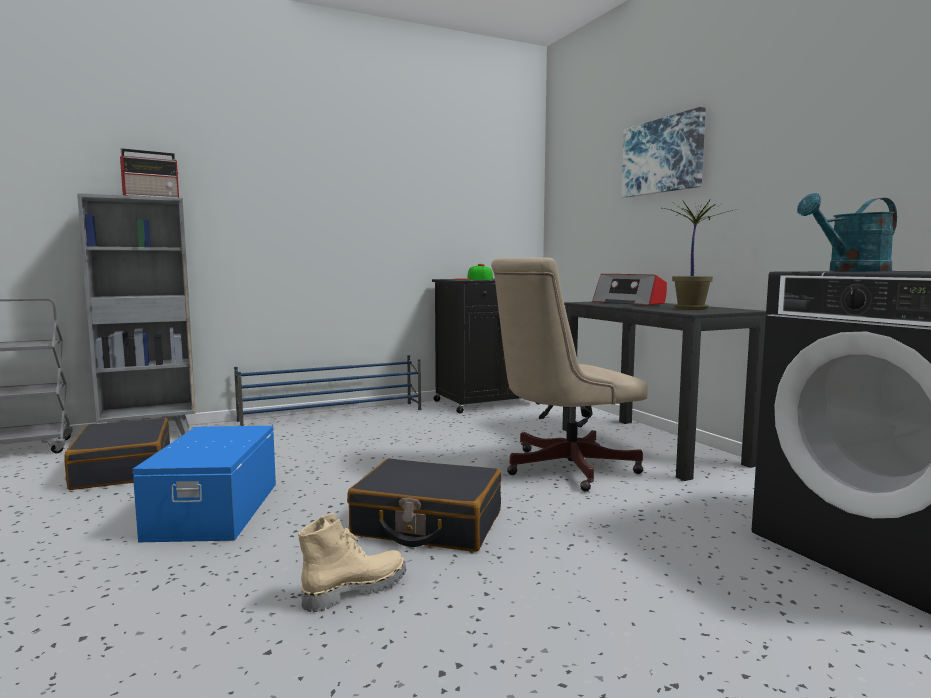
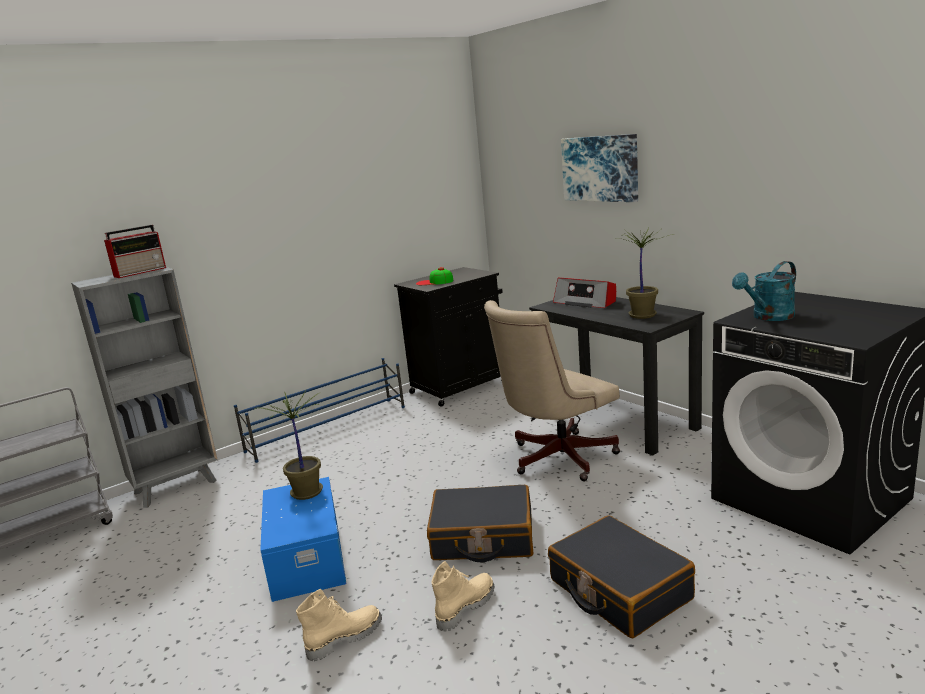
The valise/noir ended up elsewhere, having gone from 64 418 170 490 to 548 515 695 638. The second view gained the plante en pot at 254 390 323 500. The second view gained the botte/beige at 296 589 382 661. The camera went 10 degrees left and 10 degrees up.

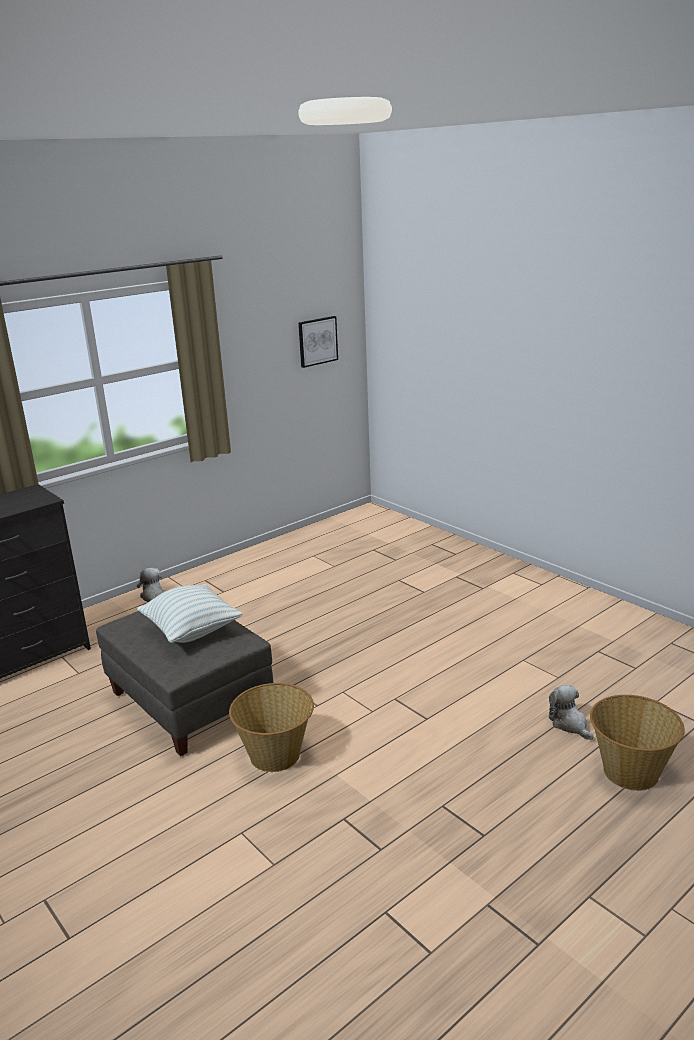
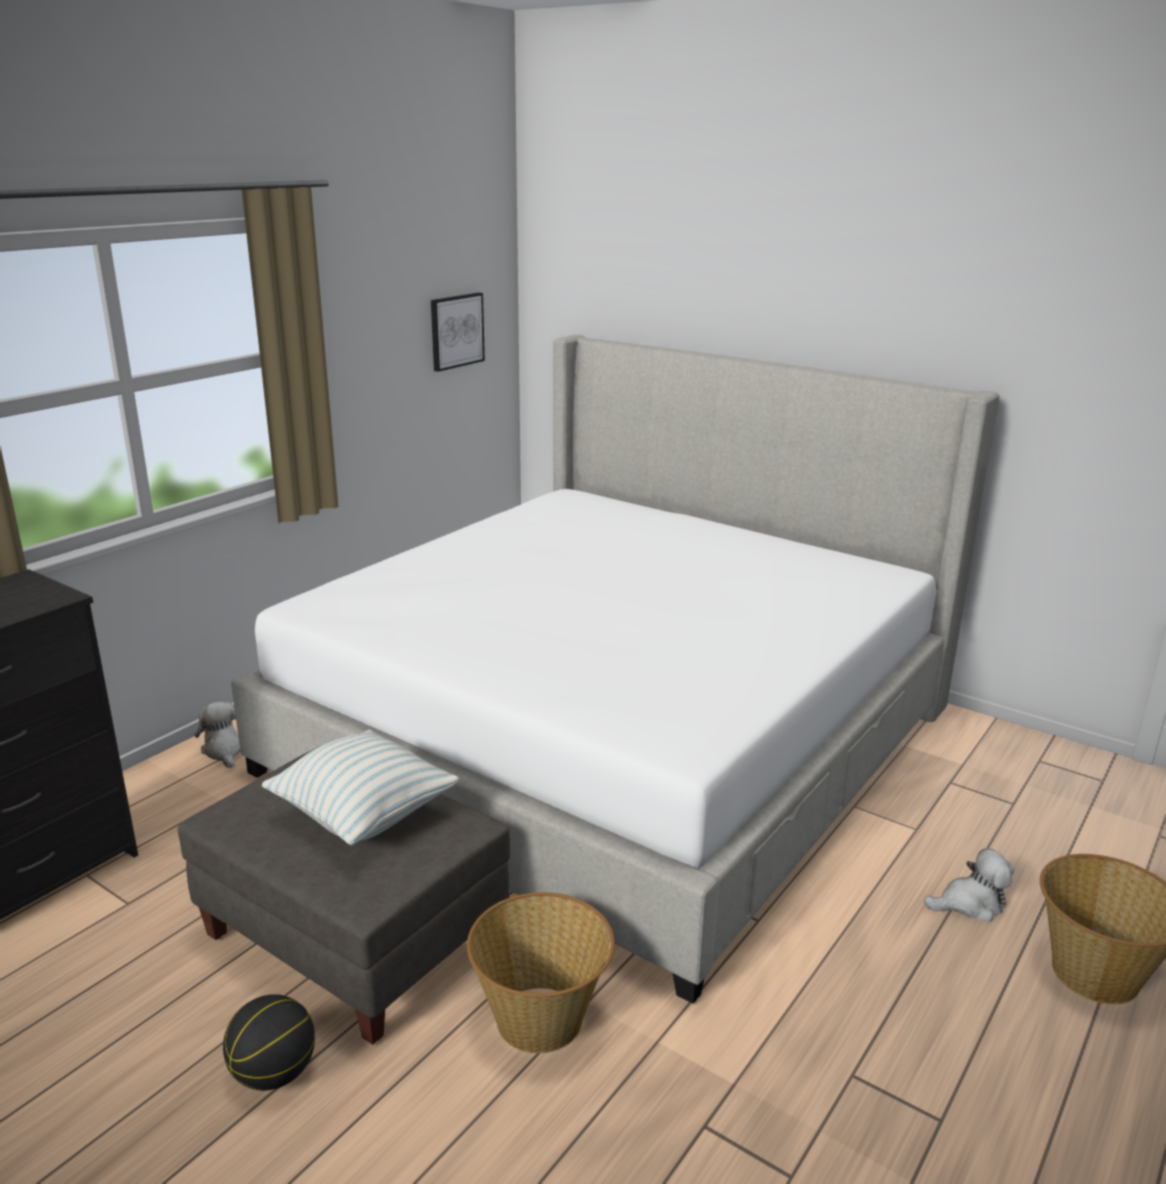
The peluche at 549 685 594 740 ended up facing another way, 120 degrees clockwise from before. The second view gained the ballon de basket at 223 994 315 1091. The second view gained the lit at 231 335 1000 1004. The camera went 15 degrees left and 0 degrees up.

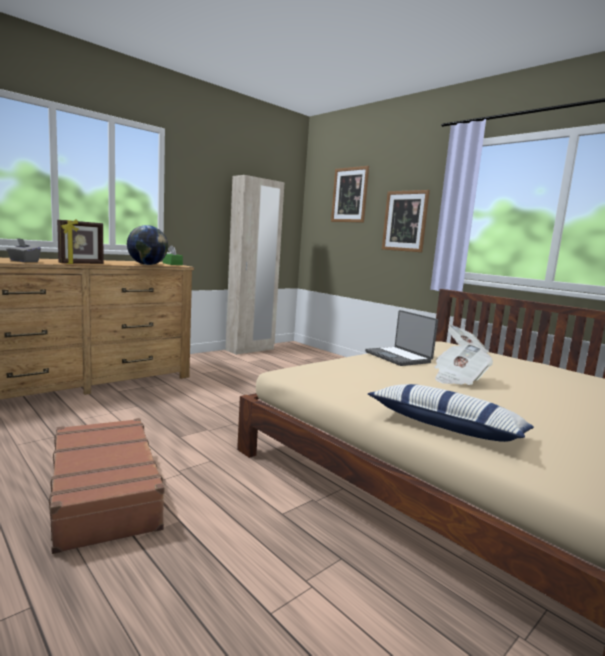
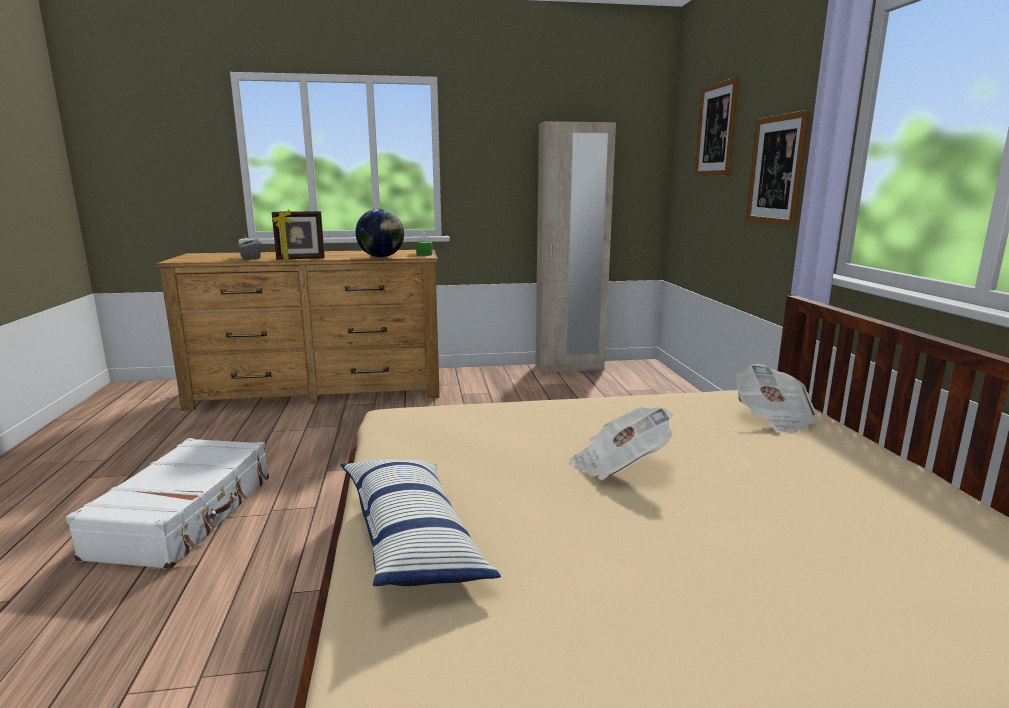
What was the valise/marron at 49 418 169 554 turned into the valise/blanc at 66 438 269 569. The second view lost the ordinateur portable at 365 310 438 366. The camera went 35 degrees right and 5 degrees up.

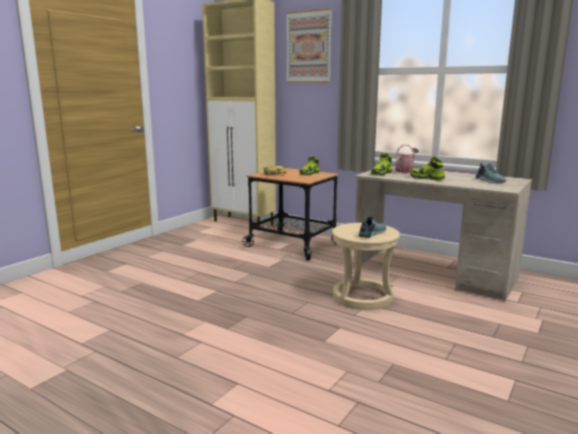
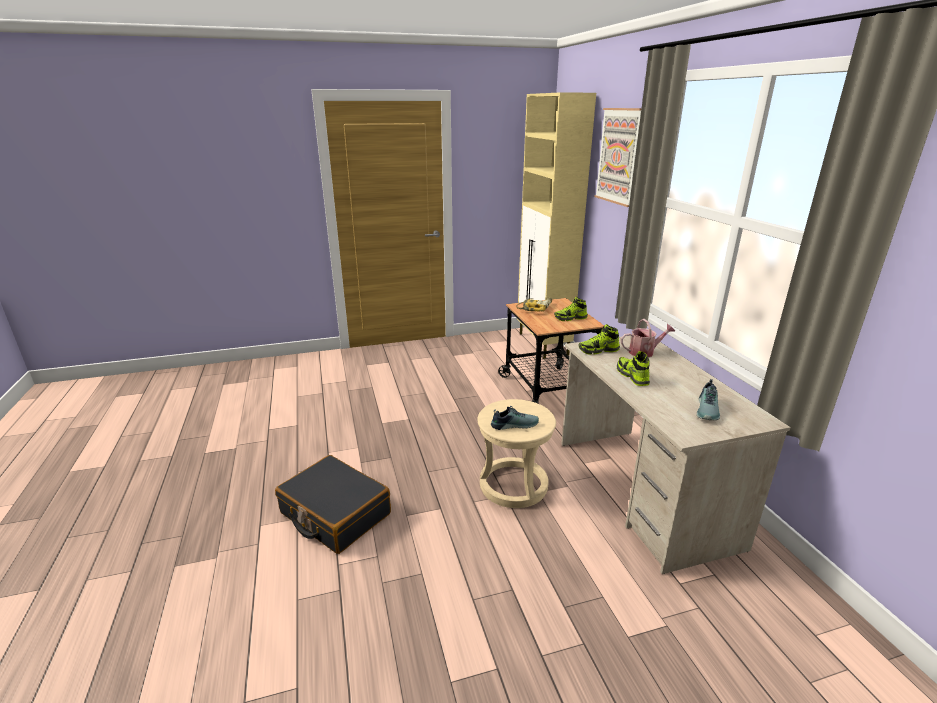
The second view gained the valise/noir at 275 455 391 554. The camera went 40 degrees right and 10 degrees up.

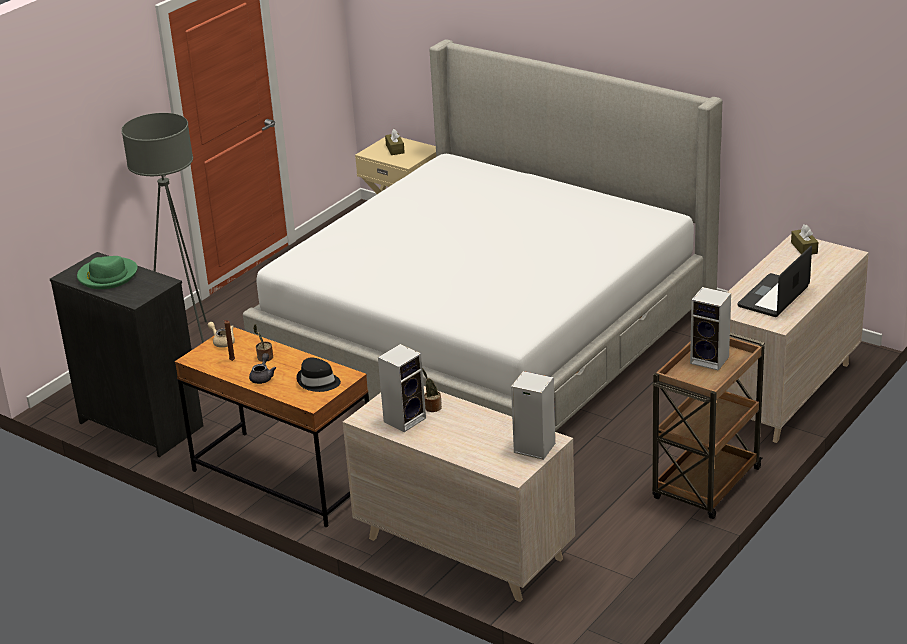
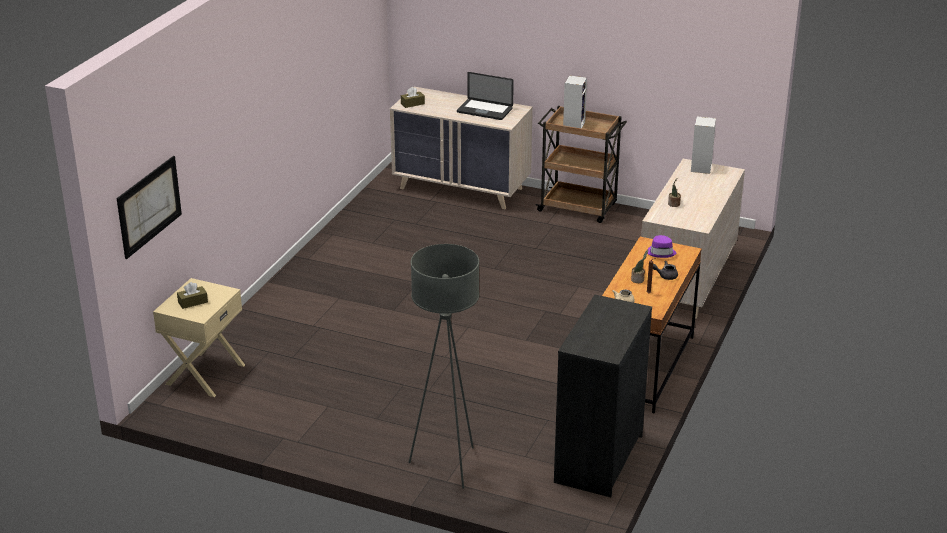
The second view lost the chapeau/vert at 77 256 137 289. The second view lost the lit at 243 39 722 431. What was the chapeau/noir at 296 357 341 392 turned into the chapeau/violet at 647 235 676 258. The second view lost the enceinte at 378 344 426 432. The second view gained the tableau at 117 156 182 259. The camera went 105 degrees left and 0 degrees up.

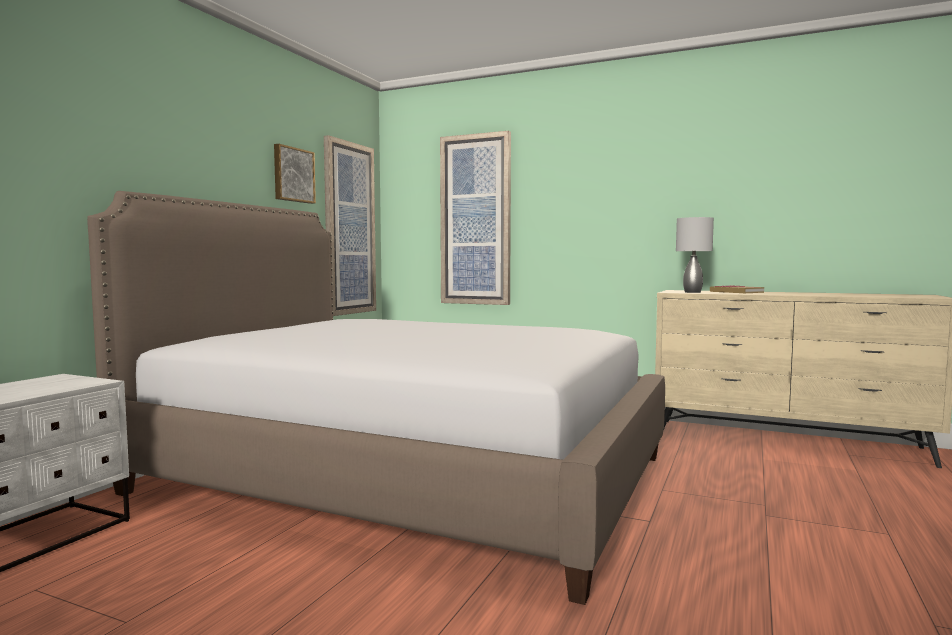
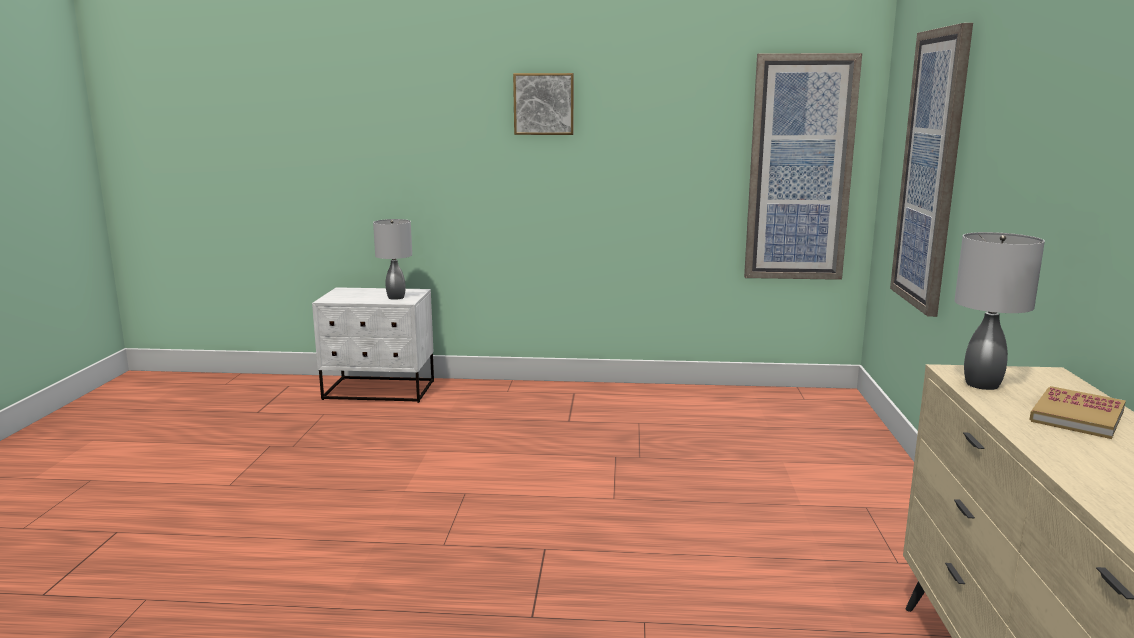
The second view lost the lit at 87 191 665 605. The tableau ended up elsewhere, having gone from 274 144 316 204 to 513 73 574 135. The second view gained the lampe de table/gris at 373 219 412 300. The camera went 70 degrees right and 10 degrees up.

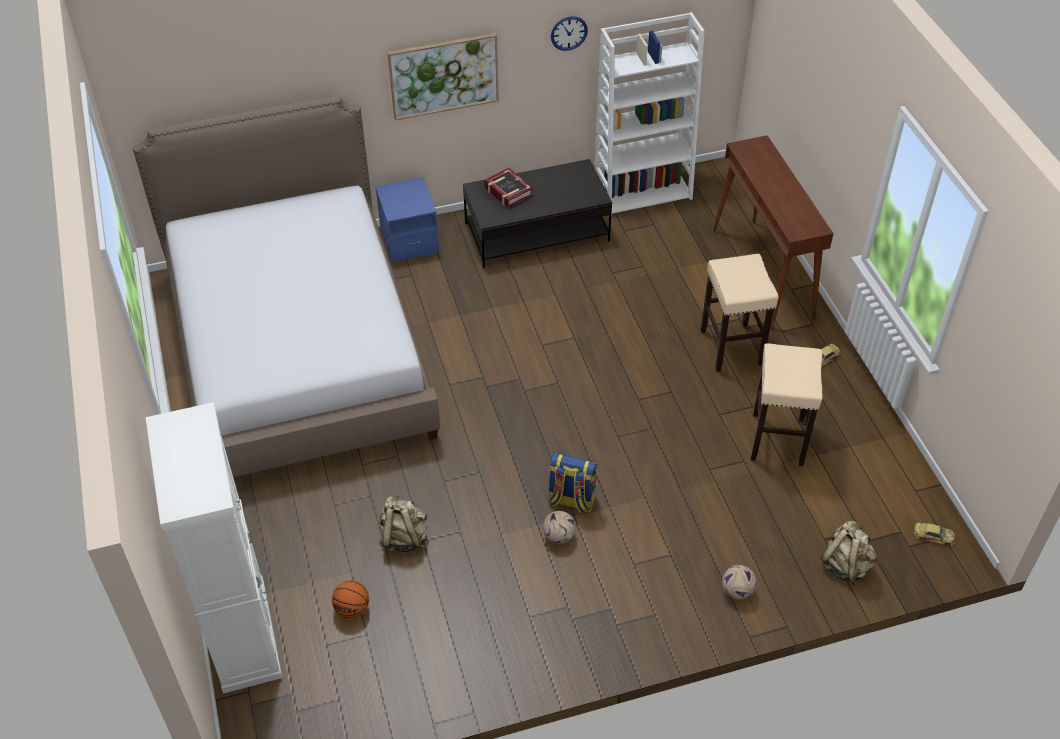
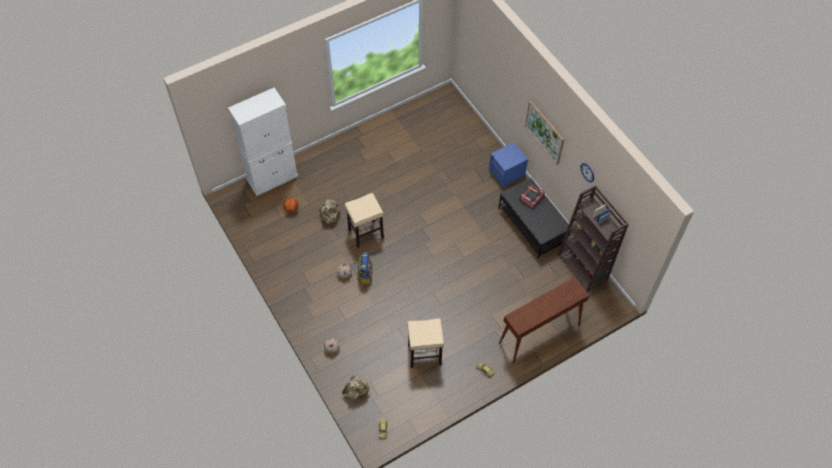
The second view lost the lit at 133 95 440 477. What was the bibliothèque/blanc at 595 12 705 216 turned into the bibliothèque/marron at 558 185 629 292. The tabouret/beige ended up elsewhere, having gone from 701 254 779 372 to 345 193 384 248. The camera went 75 degrees right and 10 degrees up.

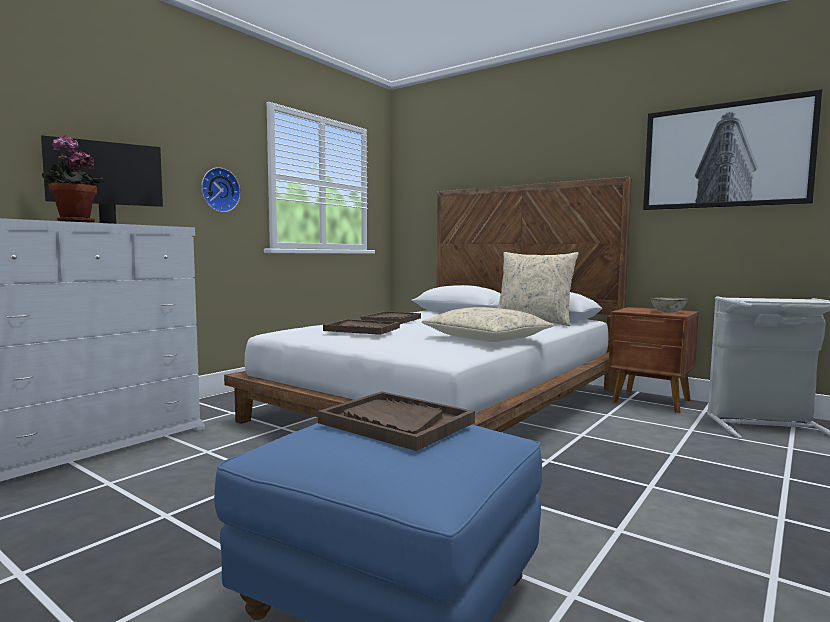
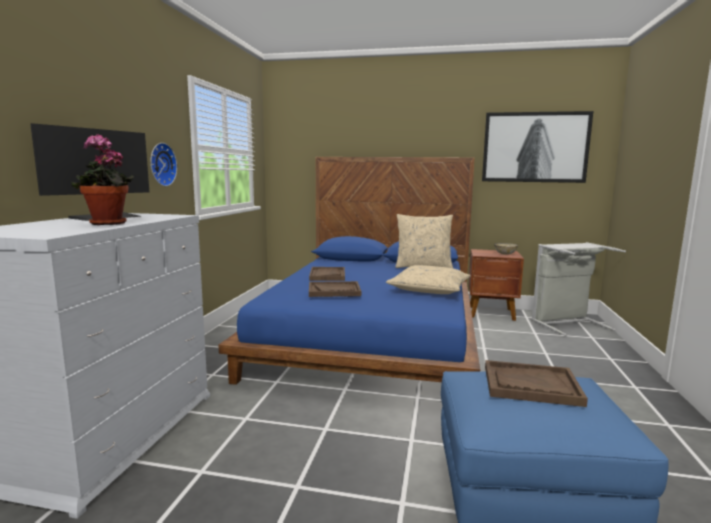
What was the lit/blanc at 224 177 631 432 turned into the lit/bleu at 218 157 480 385. The camera went 25 degrees left and 5 degrees up.

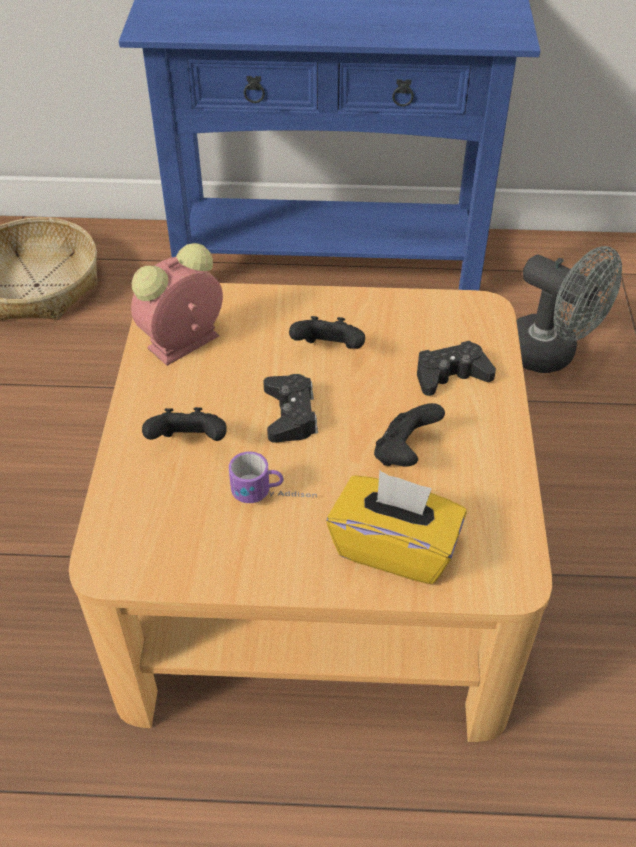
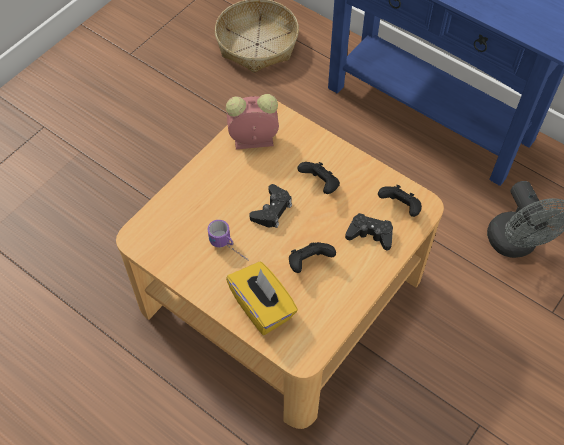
The manette/noir ended up elsewhere, having gone from 142 407 227 441 to 378 185 422 217. The camera went 35 degrees right and 10 degrees up.

